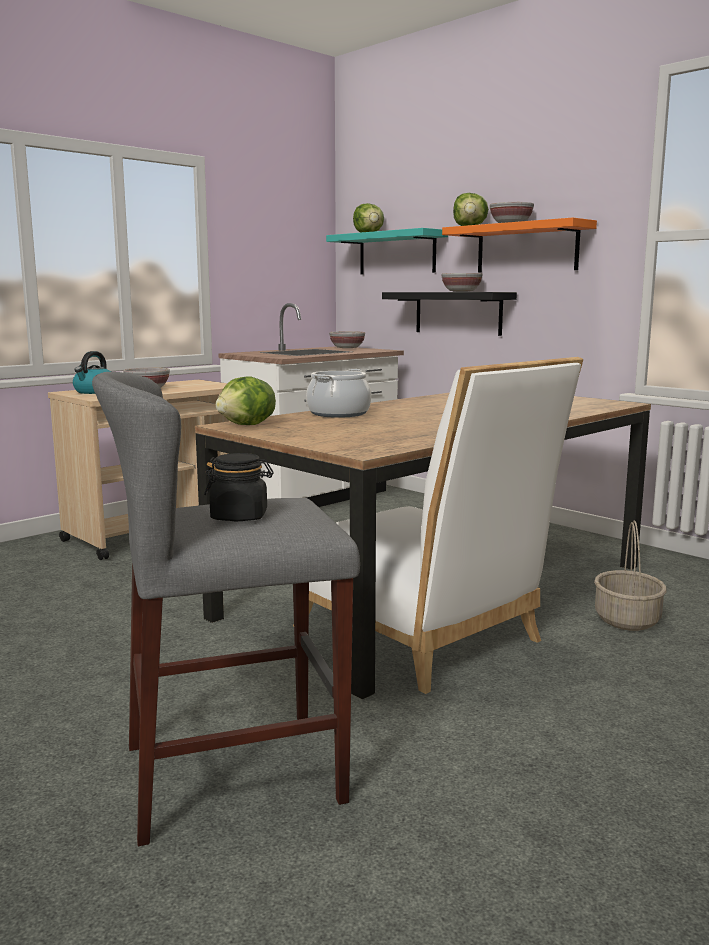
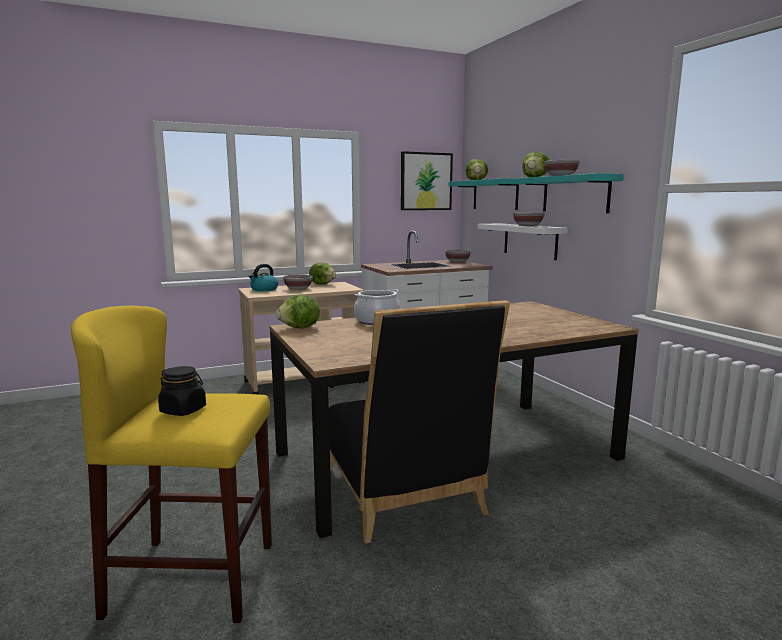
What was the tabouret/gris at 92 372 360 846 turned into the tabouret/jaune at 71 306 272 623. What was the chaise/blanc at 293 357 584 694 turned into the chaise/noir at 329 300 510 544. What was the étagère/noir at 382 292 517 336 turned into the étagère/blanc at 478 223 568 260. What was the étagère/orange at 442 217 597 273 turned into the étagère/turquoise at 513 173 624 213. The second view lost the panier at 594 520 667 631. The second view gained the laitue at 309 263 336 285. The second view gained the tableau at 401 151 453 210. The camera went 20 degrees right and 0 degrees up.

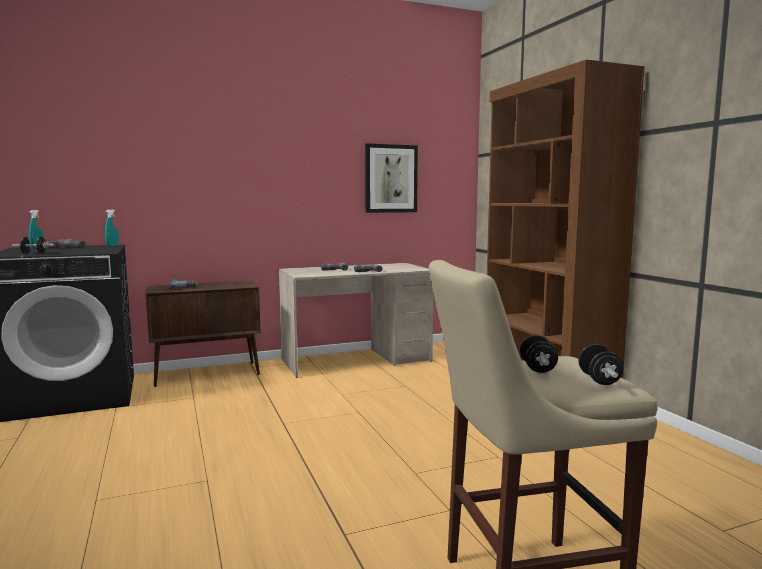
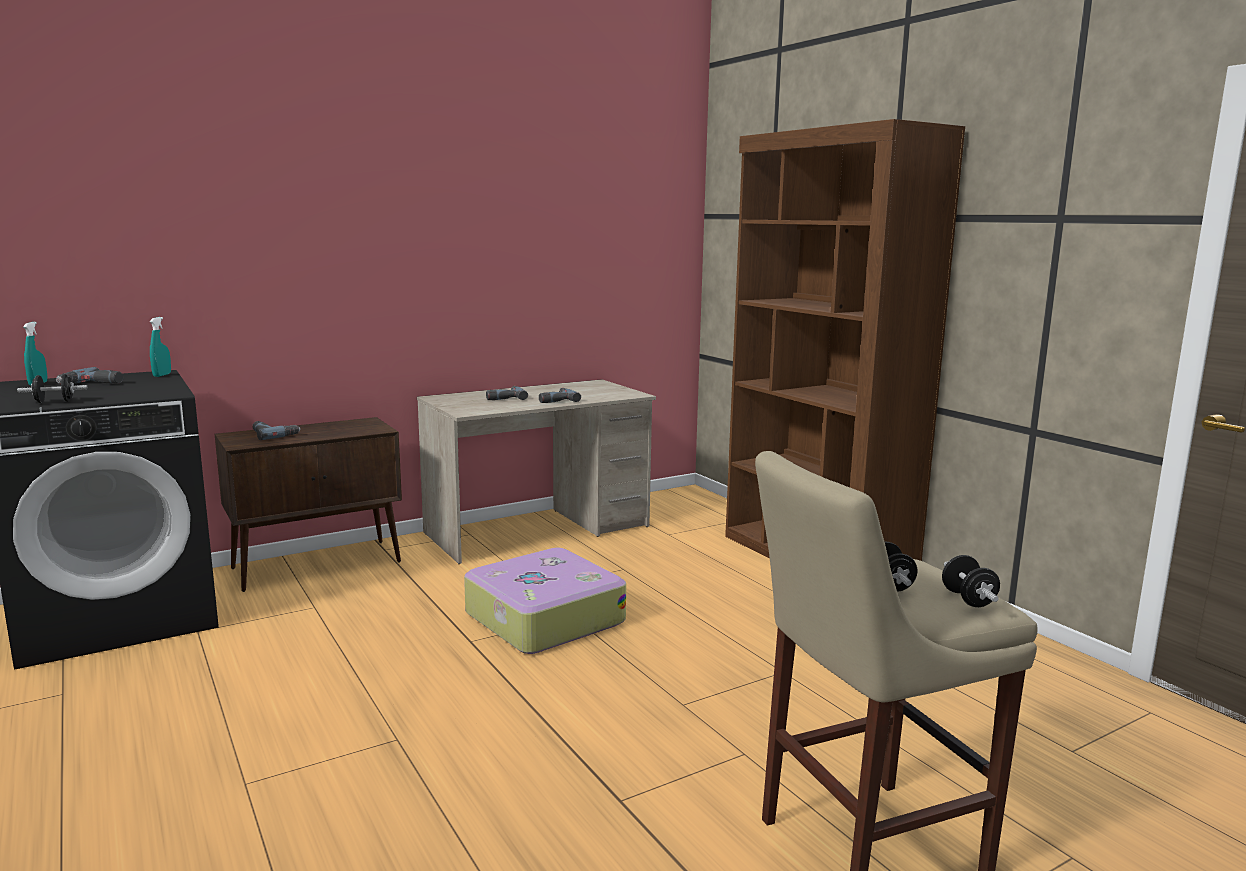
The second view lost the tableau at 365 143 418 213. The second view gained the valise at 464 548 626 654. The camera went 10 degrees left and 5 degrees up.

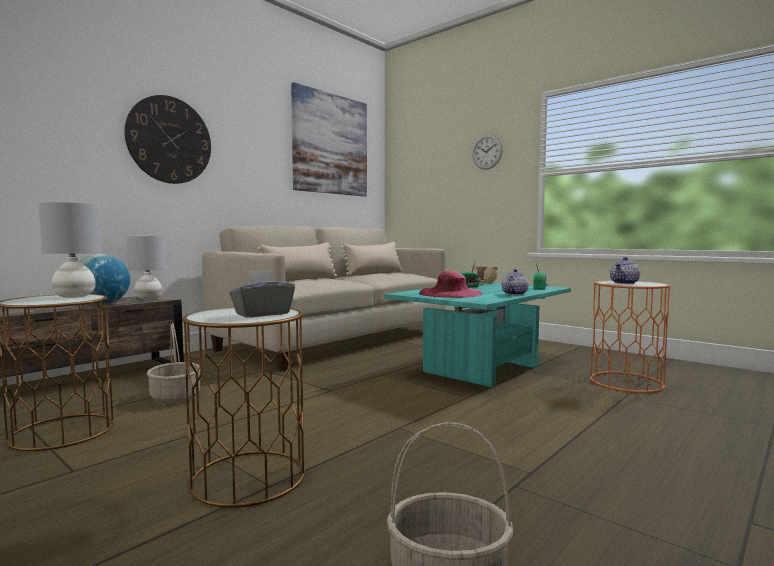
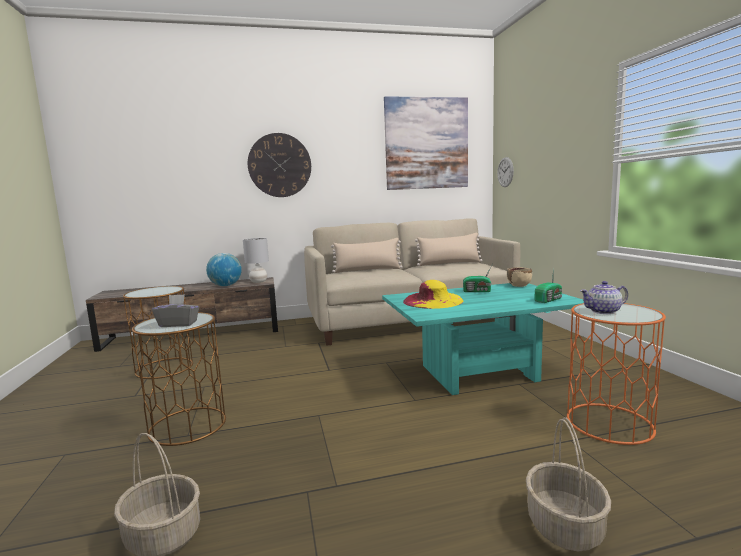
The second view lost the lampe de table/gris at 38 202 101 298. The panier ended up elsewhere, having gone from 147 323 200 404 to 526 417 611 551. What was the chapeau/rose at 419 271 483 298 turned into the chapeau/jaune at 403 280 464 309. The horloge murale ended up elsewhere, having gone from 472 135 503 170 to 497 157 514 187. The second view lost the théière at 502 269 528 295. The camera went 35 degrees right and 5 degrees up.

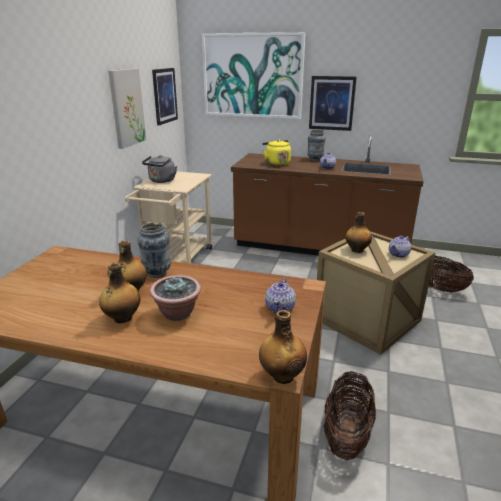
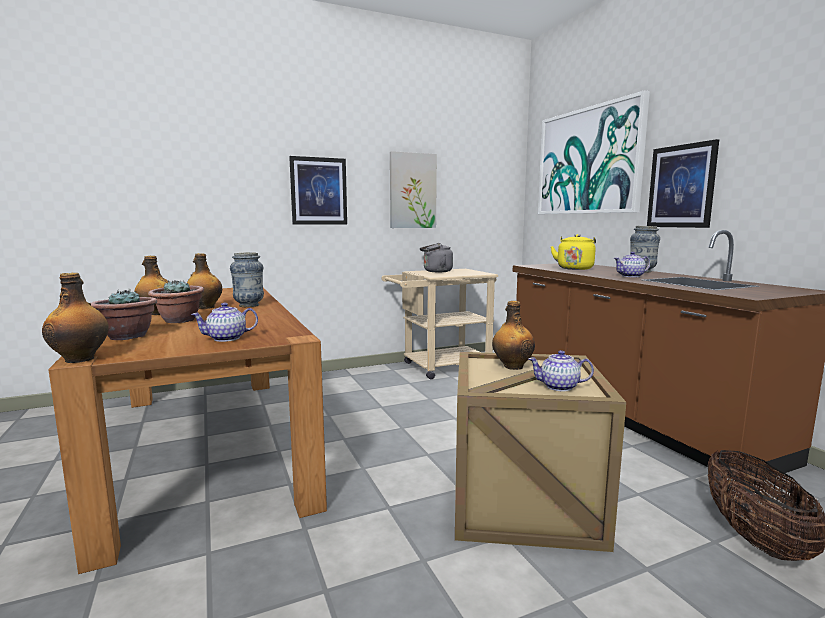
The tableau ended up elsewhere, having gone from 152 68 178 125 to 289 156 347 225. The second view lost the panier at 323 371 376 460. The second view gained the plante en pot at 91 289 157 340. The camera went 50 degrees right and 15 degrees down.

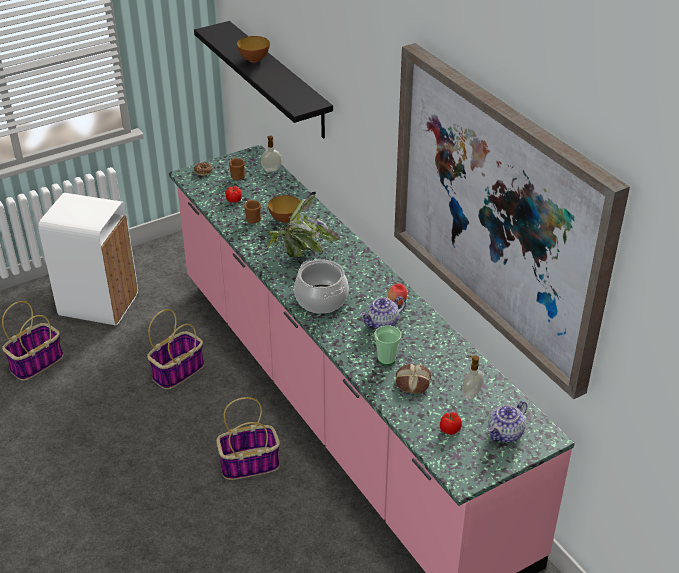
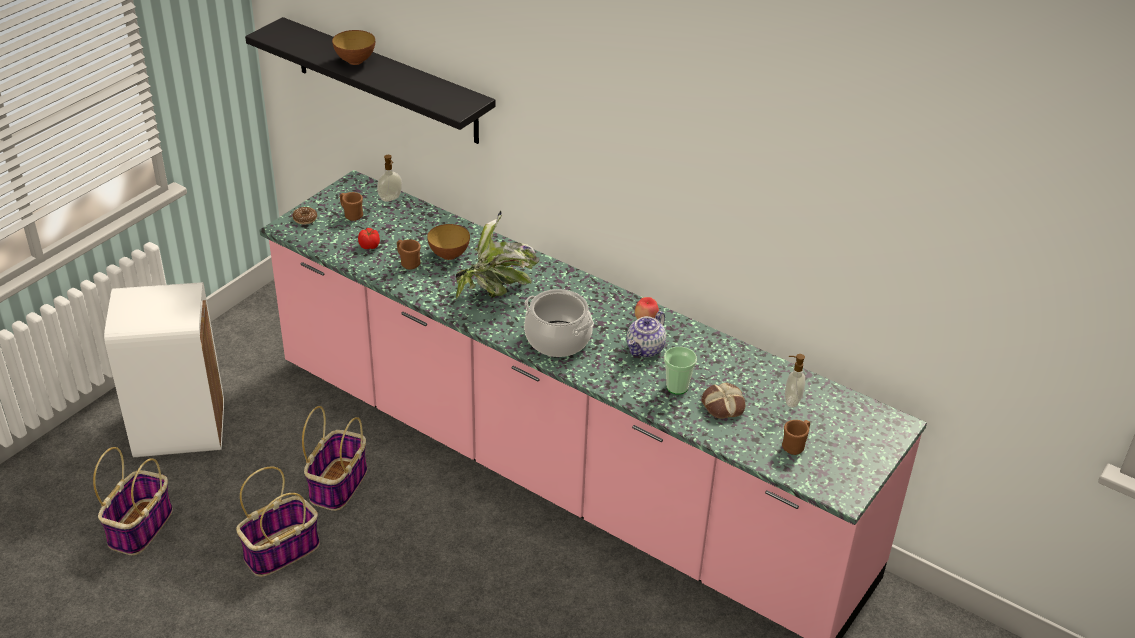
The panier ended up elsewhere, having gone from 217 397 280 480 to 236 466 320 577. The second view lost the tableau at 394 43 630 399. Where the tomate stood at 440 412 462 435, the mug/marron came to stand at 782 420 810 455. The second view lost the théière at 488 400 527 442. The camera went 25 degrees left and 0 degrees up.

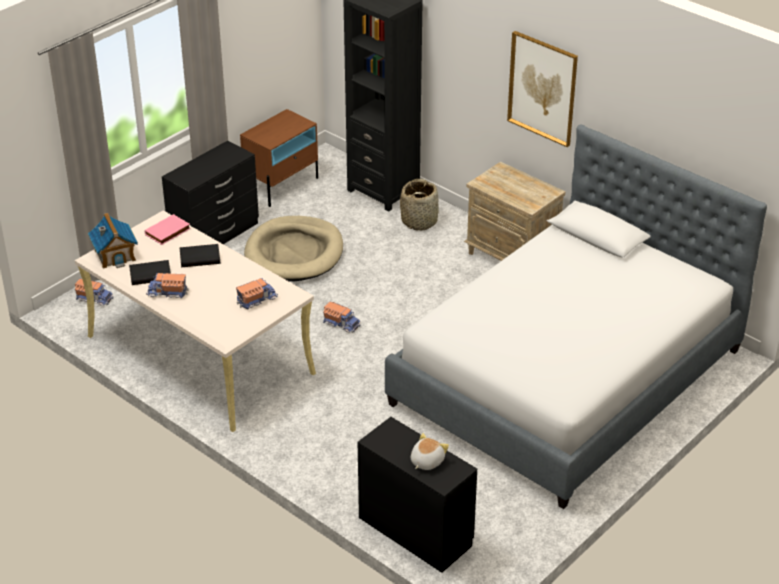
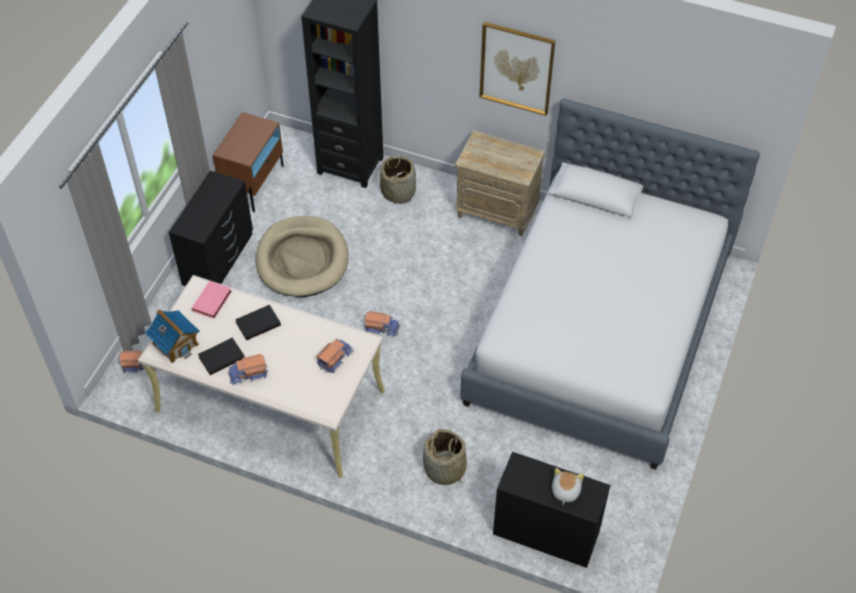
The second view gained the panier at 423 429 467 485. The camera went 20 degrees left and 15 degrees up.

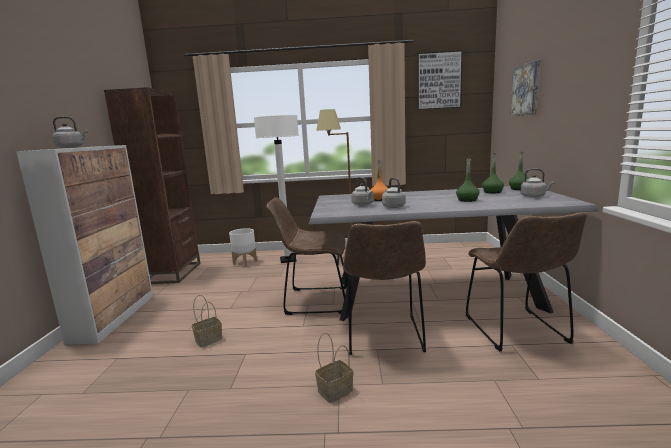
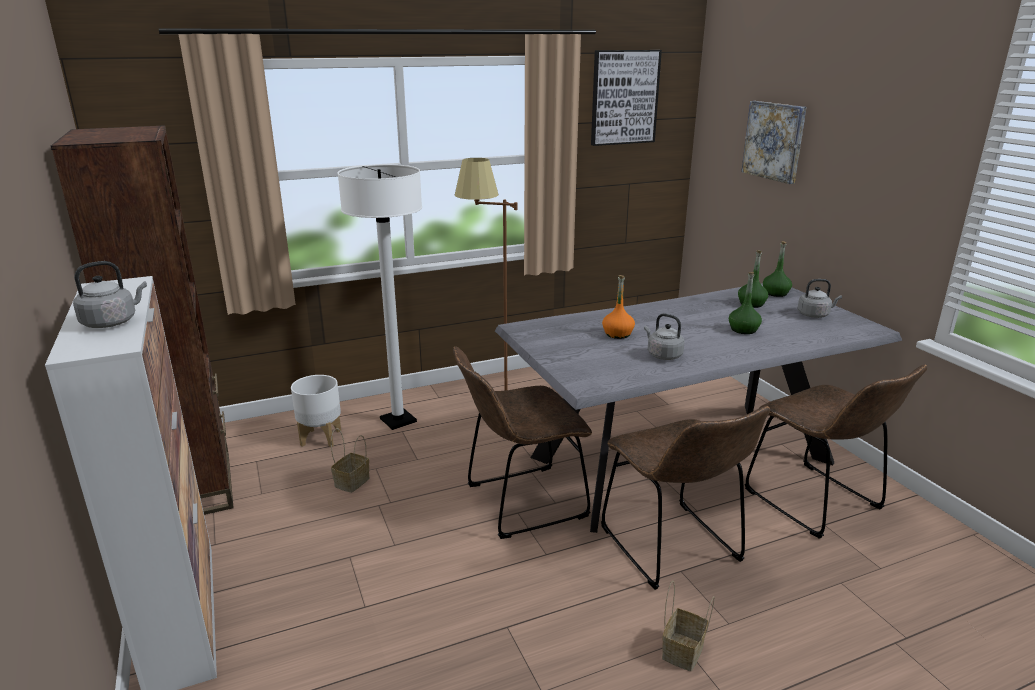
The panier ended up elsewhere, having gone from 192 295 223 347 to 331 428 370 493. The second view lost the bouilloire/gris at 351 177 374 206. The camera went 25 degrees left and 10 degrees up.

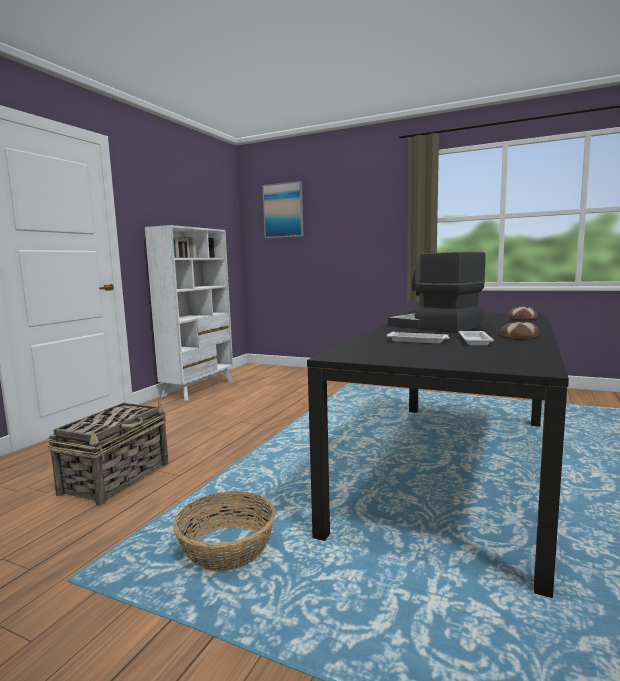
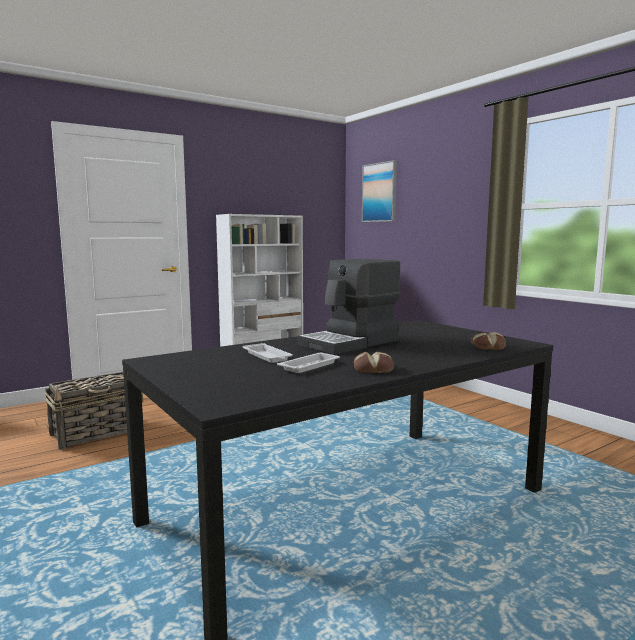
The second view lost the panier at 173 491 275 571. The machine à café at 388 252 486 333 ended up facing another way, 120 degrees counterclockwise from before. The camera went 30 degrees right and 0 degrees up.

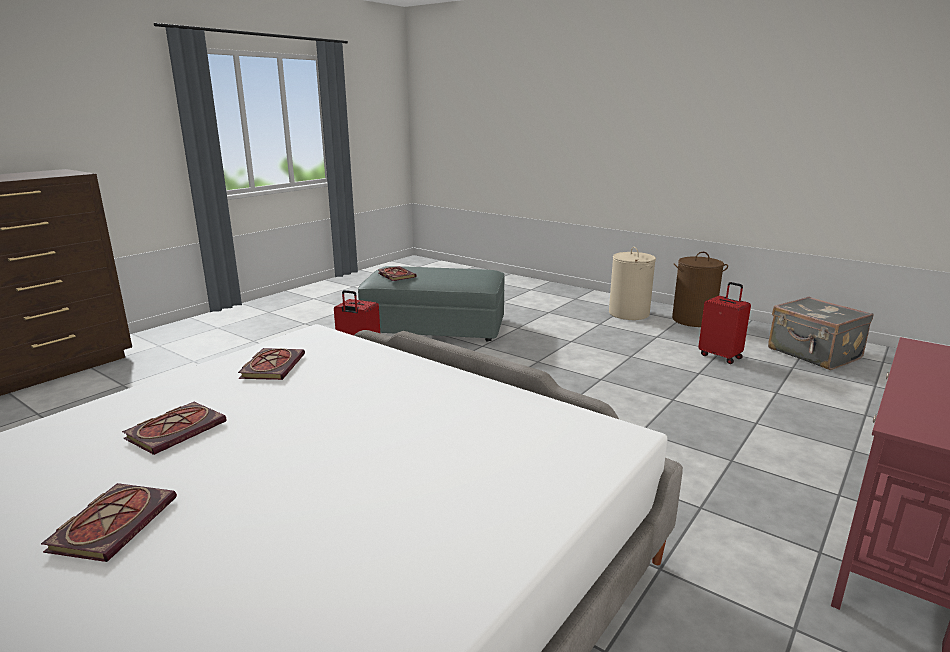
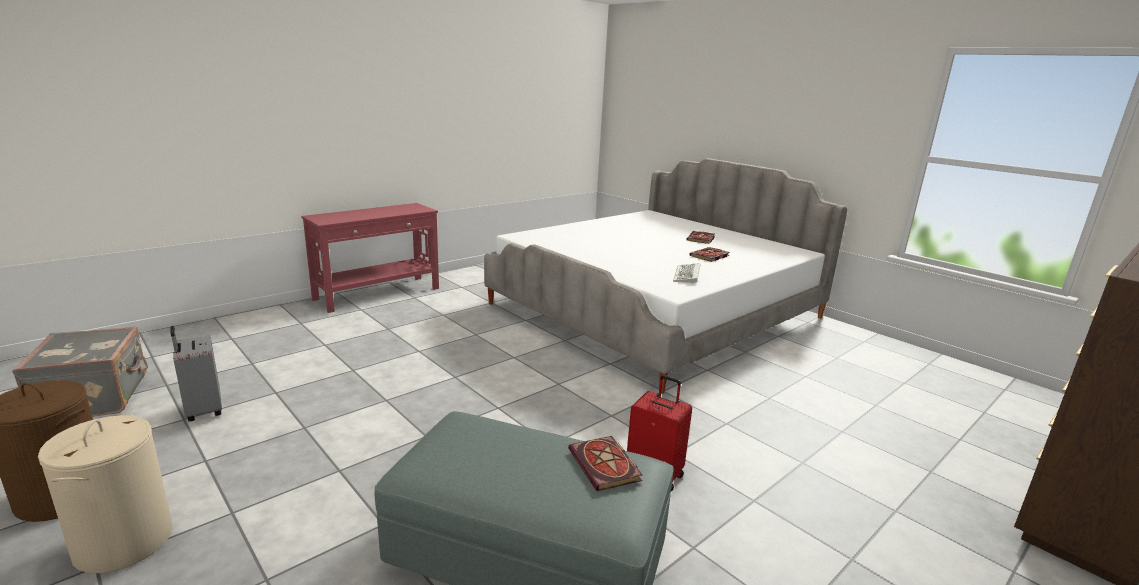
Where the livre stood at 238 348 305 380, the clavier came to stand at 673 263 700 284. What was the valise/rouge at 698 282 751 364 turned into the valise/gris at 170 326 222 422. The camera went 170 degrees left and 0 degrees up.

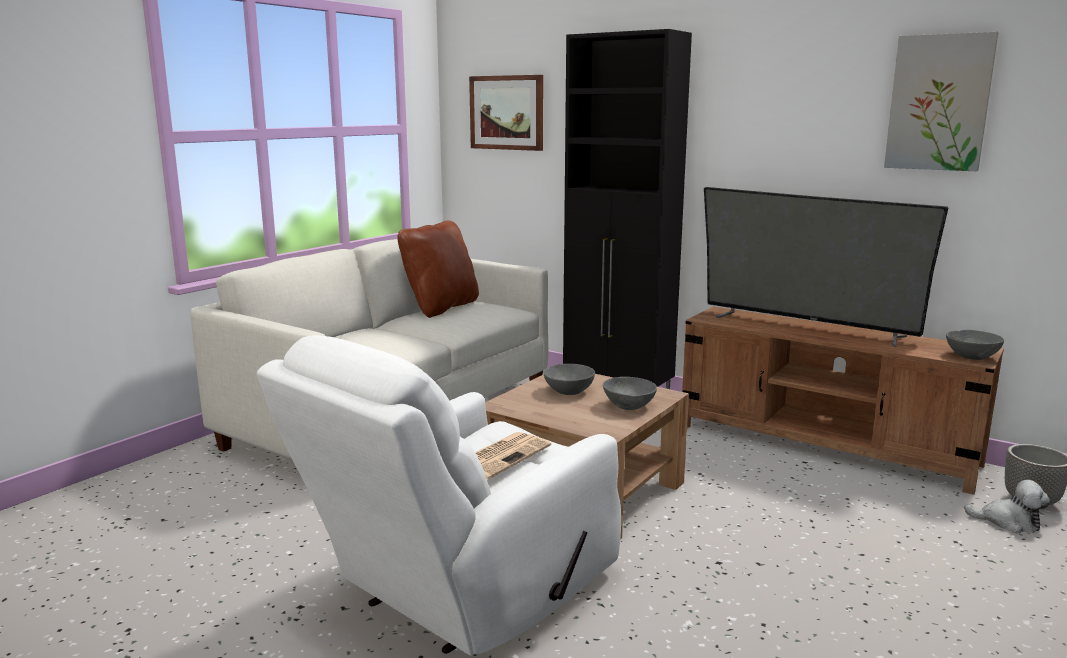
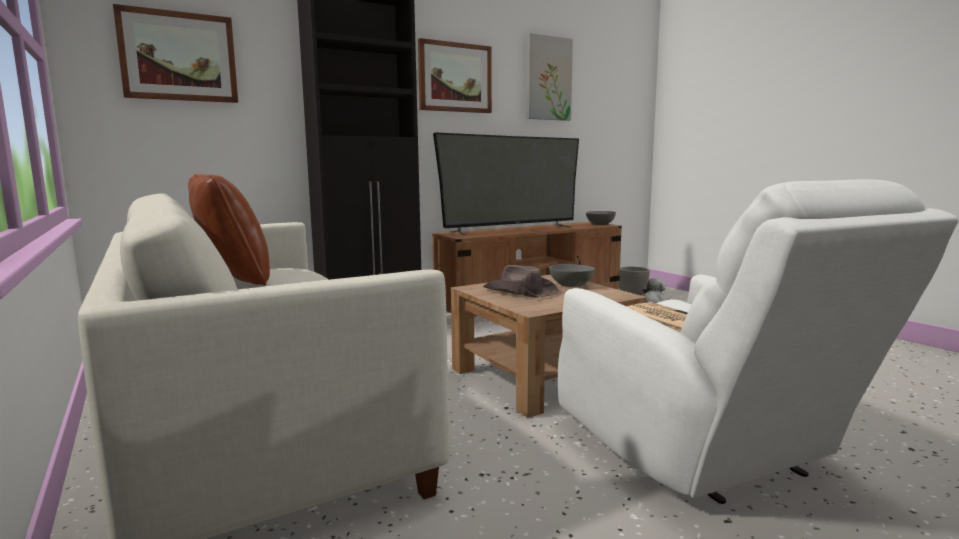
Where the bol/gris stood at 543 364 595 395, the chapeau/marron came to stand at 483 265 558 297. The second view gained the tableau at 418 38 492 113. The camera went 65 degrees left and 5 degrees down.

